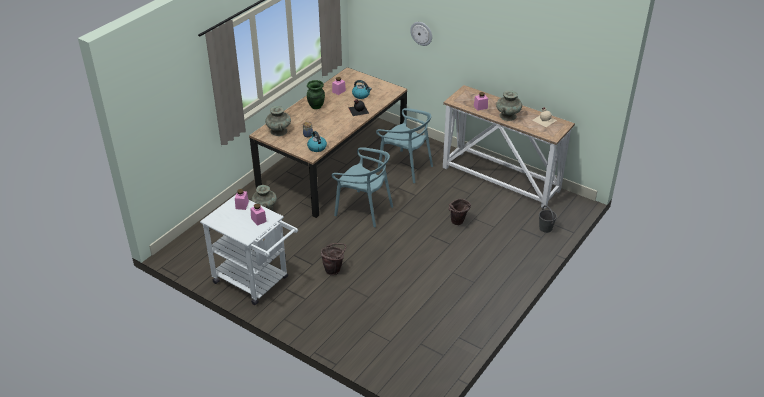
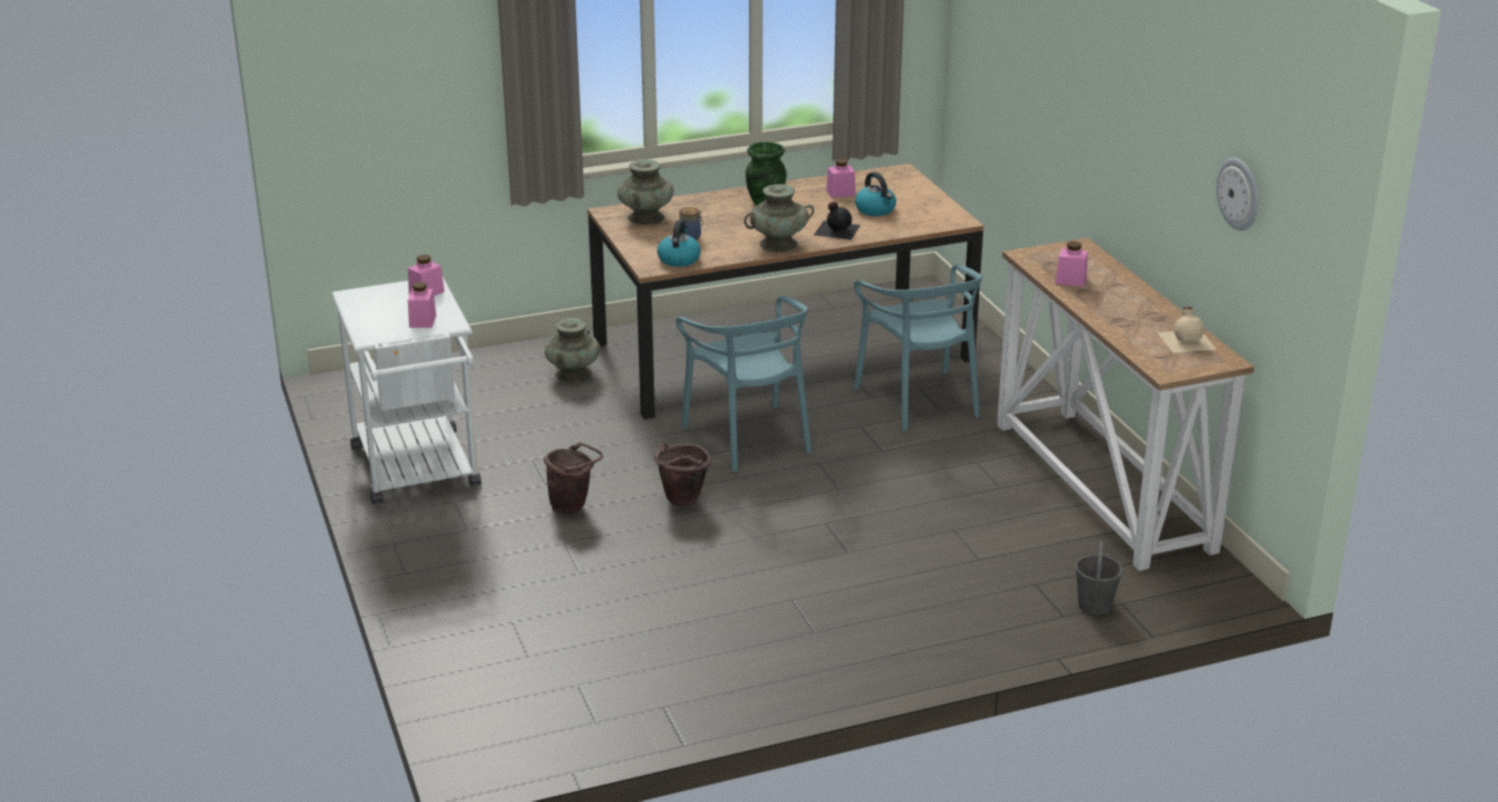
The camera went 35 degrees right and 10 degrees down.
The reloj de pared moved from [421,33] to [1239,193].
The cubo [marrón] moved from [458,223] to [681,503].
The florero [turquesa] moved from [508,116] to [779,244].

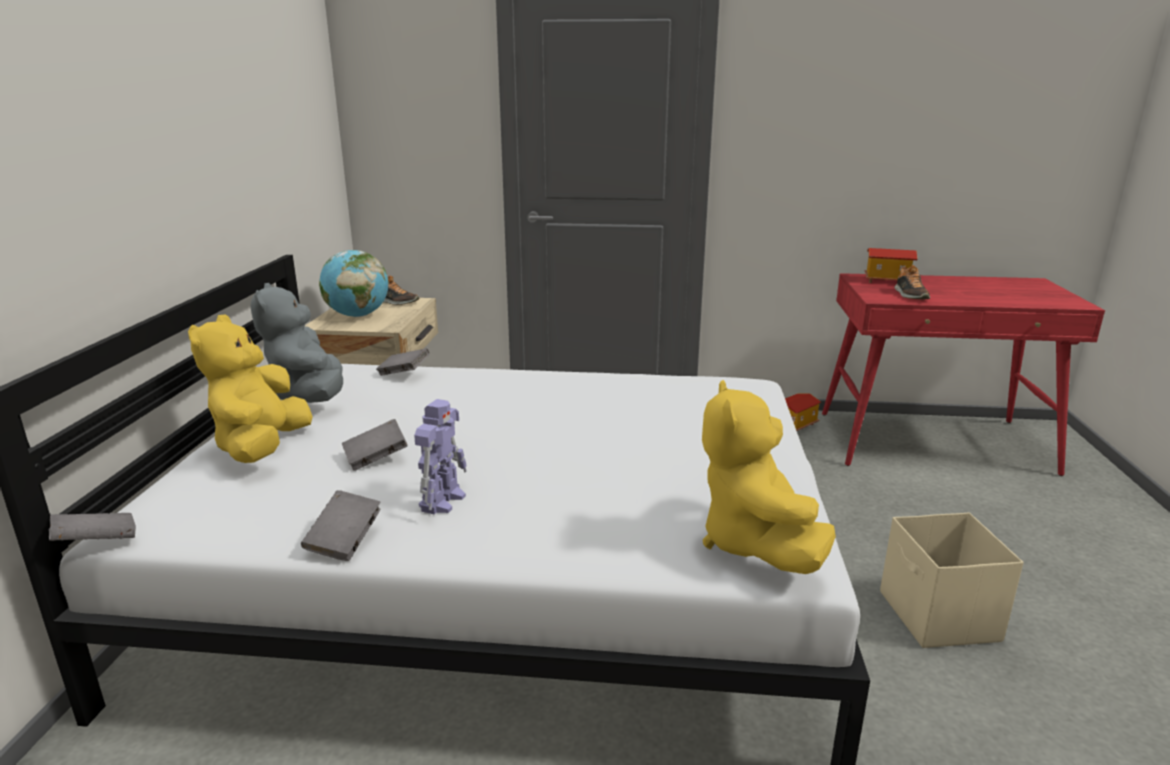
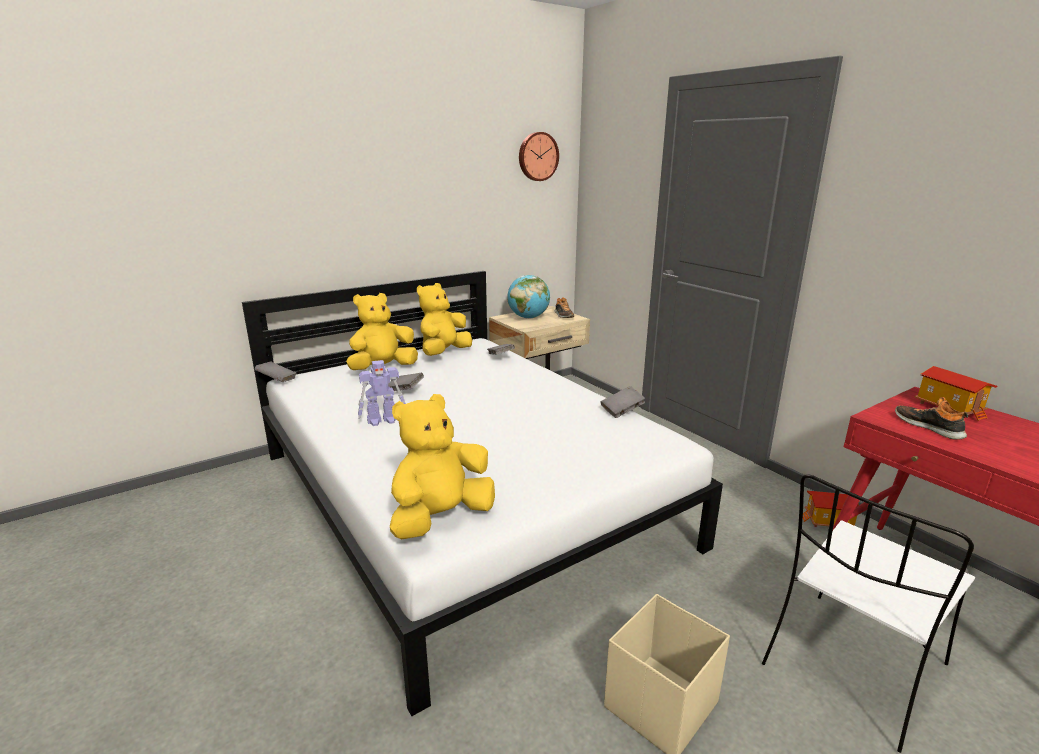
The camera went 50 degrees right and 0 degrees up.
The reloj de pared at [537,156] appeared.
The silla [blanco] at [852,667] appeared.
The libro [gris] moved from [344,541] to [622,411].
The peluche [gris] at [309,396] became the peluche [amarillo] at [444,353].
The zapato at [910,295] turned 105 degrees clockwise.

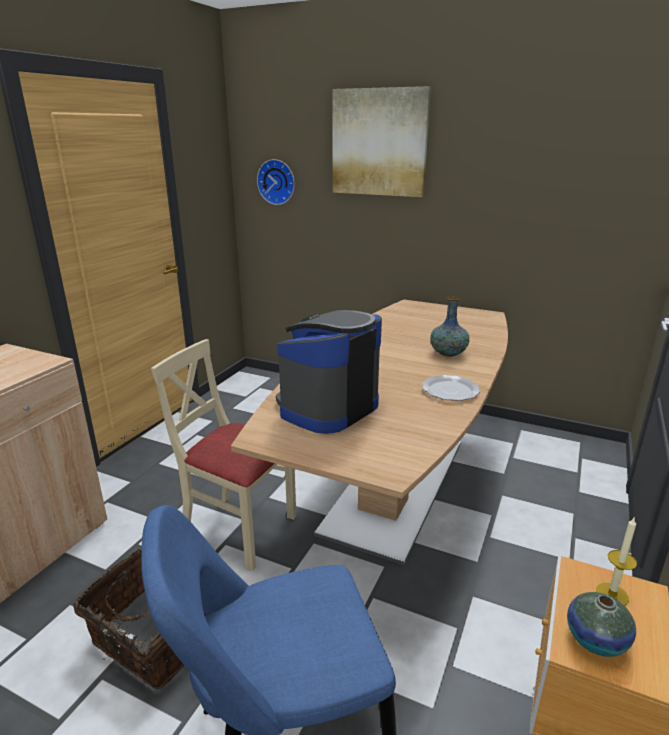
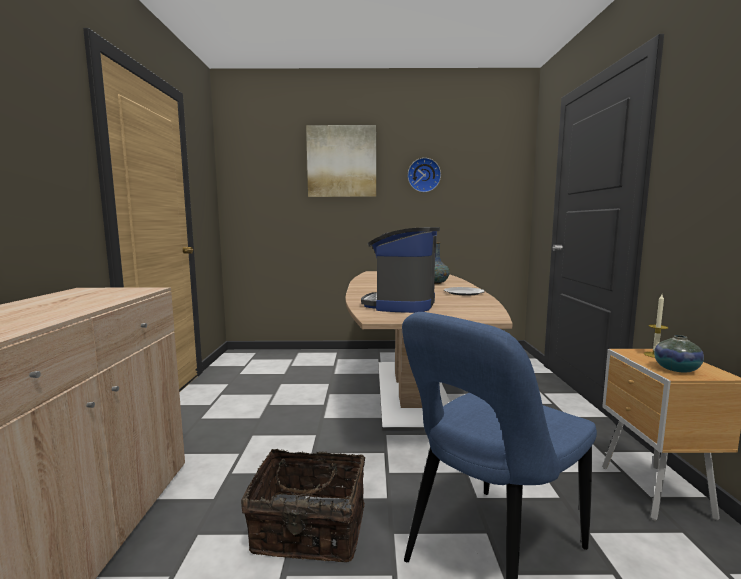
The camera went 25 degrees left and 15 degrees down.
The silla [beis] at [239,529] disappeared.
The reloj de pared moved from [277,182] to [423,175].

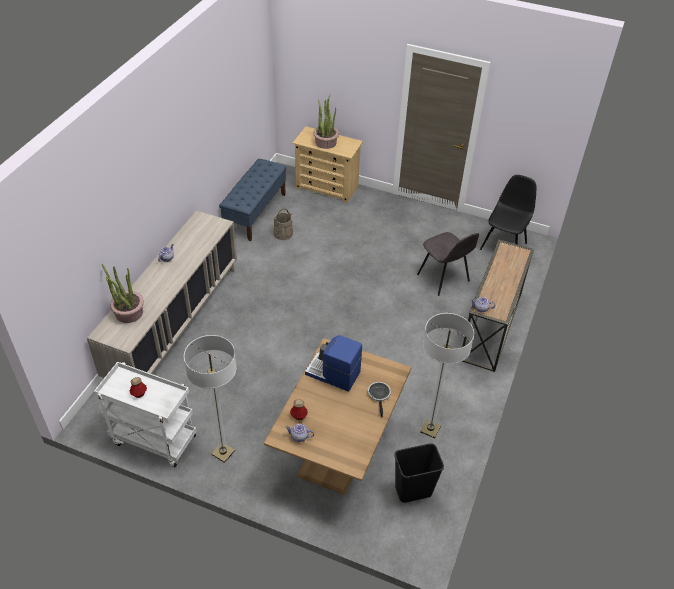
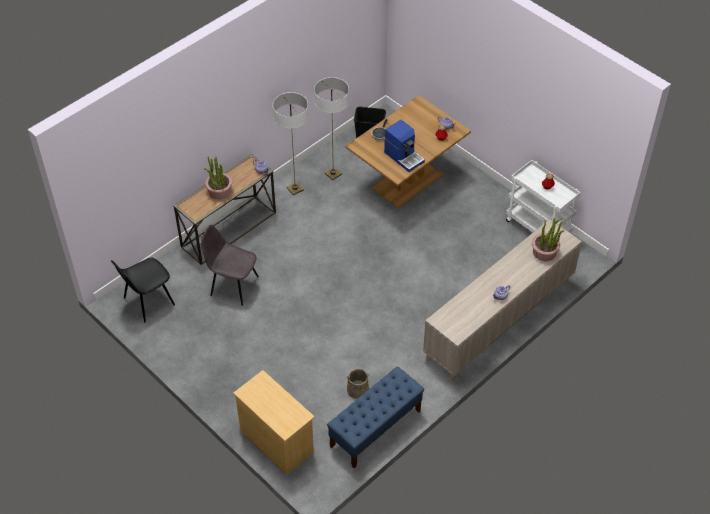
The camera went 155 degrees left and 5 degrees up.
The lámpara de pie moved from [223,452] to [295,189].
The planta en maceta moved from [325,142] to [219,191].
The silla [gris] at [444,279] turned 60 degrees counterclockwise.

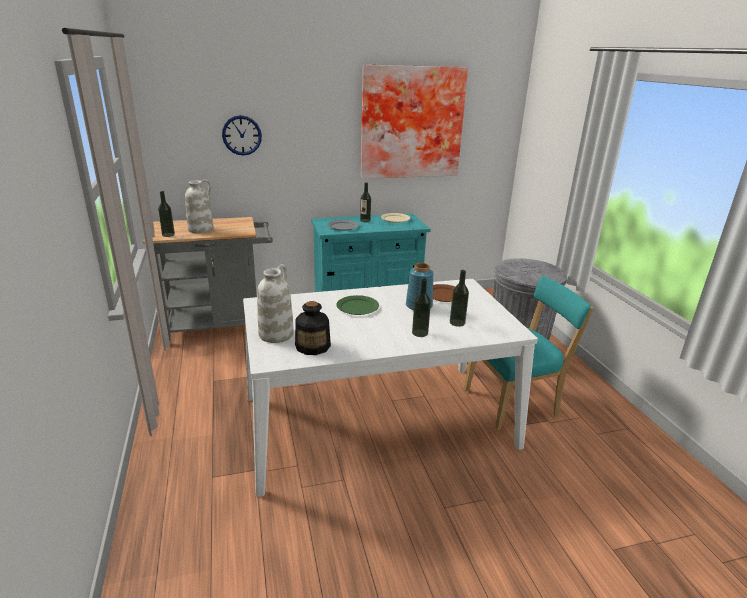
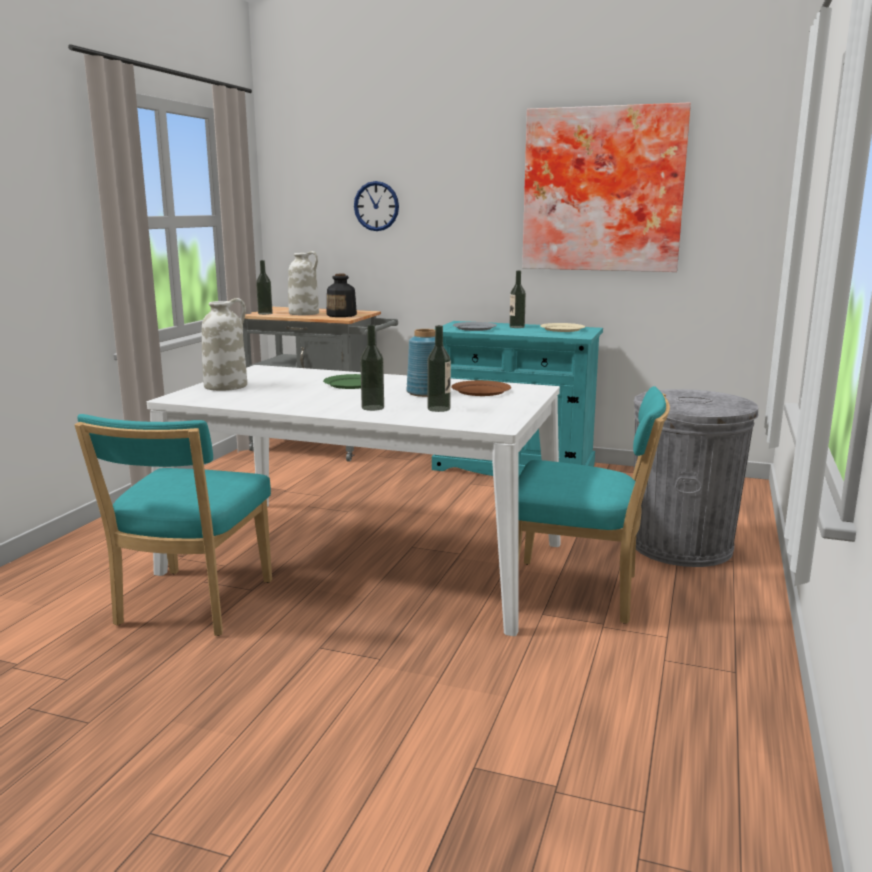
The camera went 35 degrees right and 10 degrees down.
The silla [turquesa] at [191,606] appeared.
The botella moved from [313,346] to [342,315].

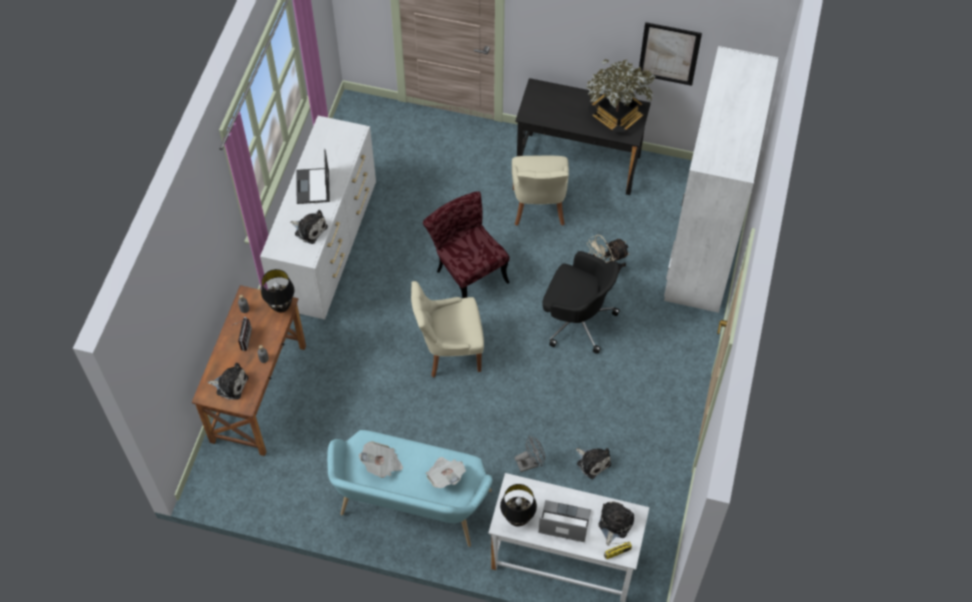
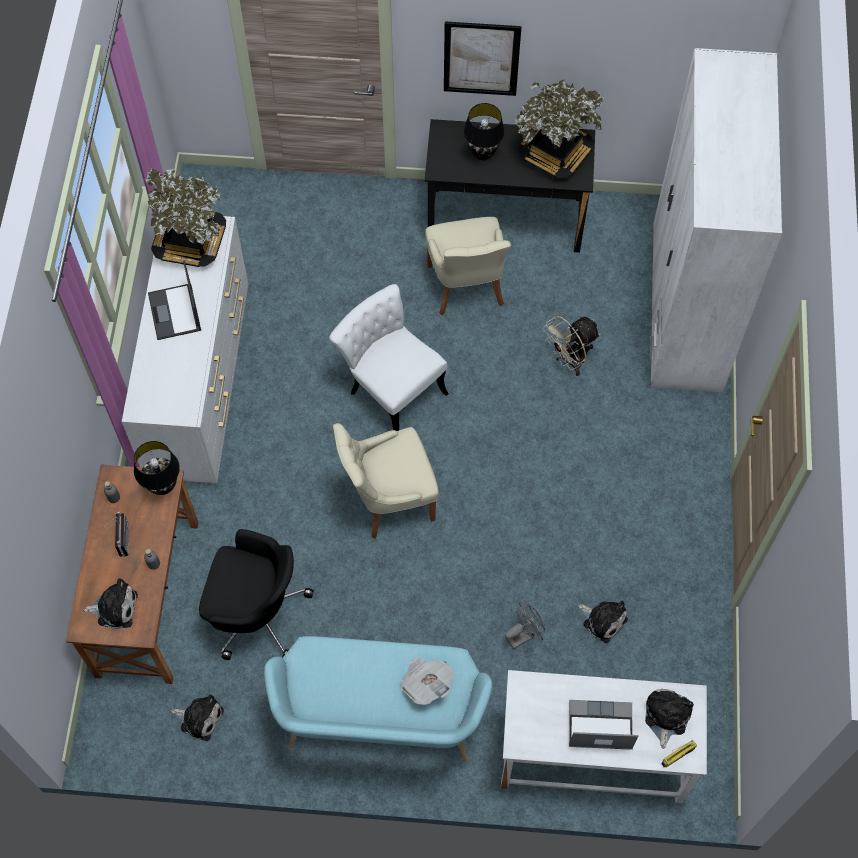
The camera went 10 degrees left and 5 degrees up.
The periódico at [382,464] disappeared.
The planta en maceta at [190,242] appeared.
The peluche moved from [309,229] to [199,718].
The lámpara de mesa [negro] moved from [518,519] to [483,154].
The silla de oficina [negro] moved from [576,319] to [256,613].
The cuadro moved from [669,53] to [481,58].
The silla [rojo] at [467,271] became the silla [blanco] at [391,387].

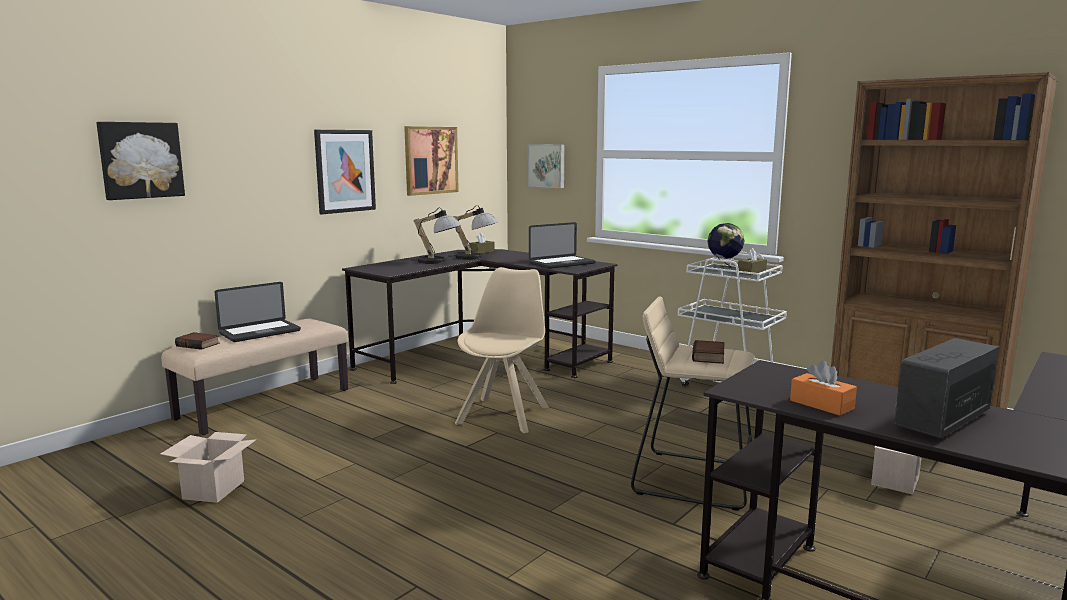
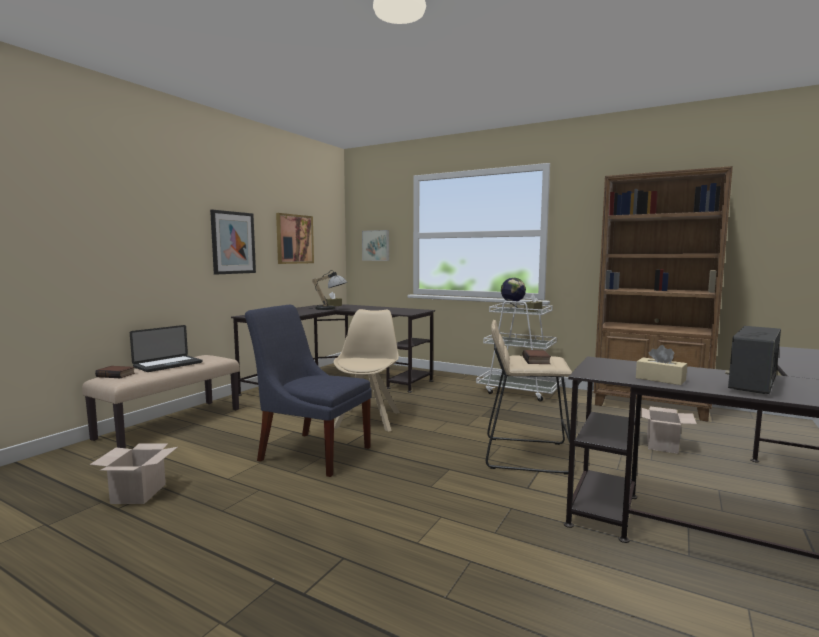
The camera went 10 degrees left and 5 degrees down.
The cuadro at [140,160] disappeared.
The lámpara de mesa at [438,262] disappeared.
The portátil at [562,263] disappeared.
The silla [azul] at [311,452] appeared.
The caja de pañuelos [naranja] at [821,404] became the caja de pañuelos [beis] at [660,379].

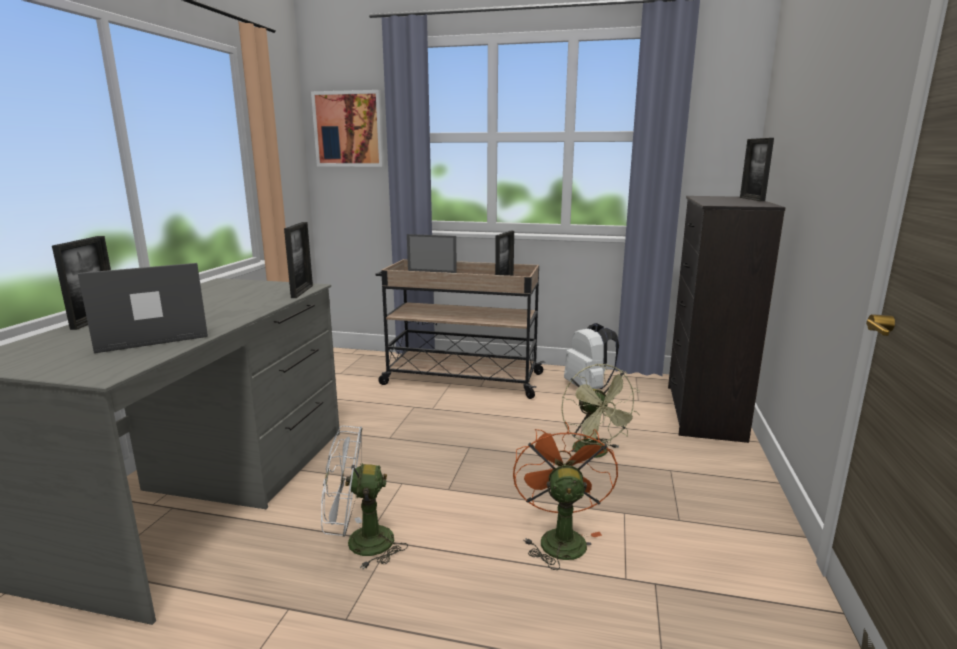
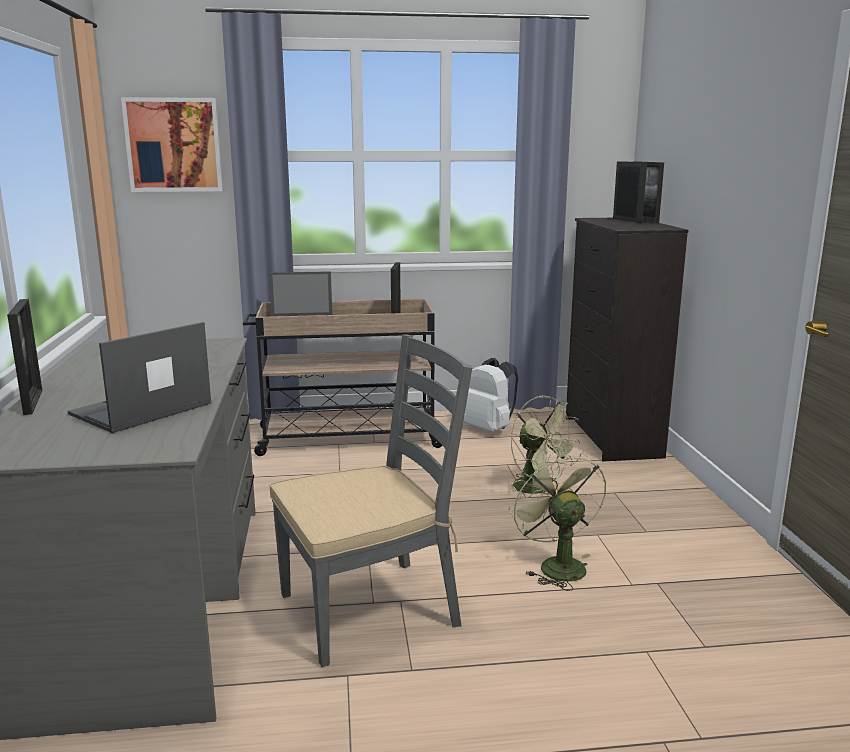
The camera went 20 degrees left and 0 degrees up.
The portarretratos moved from [302,291] to [627,220].
The ventilador [blanco] at [359,544] was replaced by the silla [gris] at [370,608].
The ventilador [naranja] at [560,537] became the ventilador [verde] at [556,565].

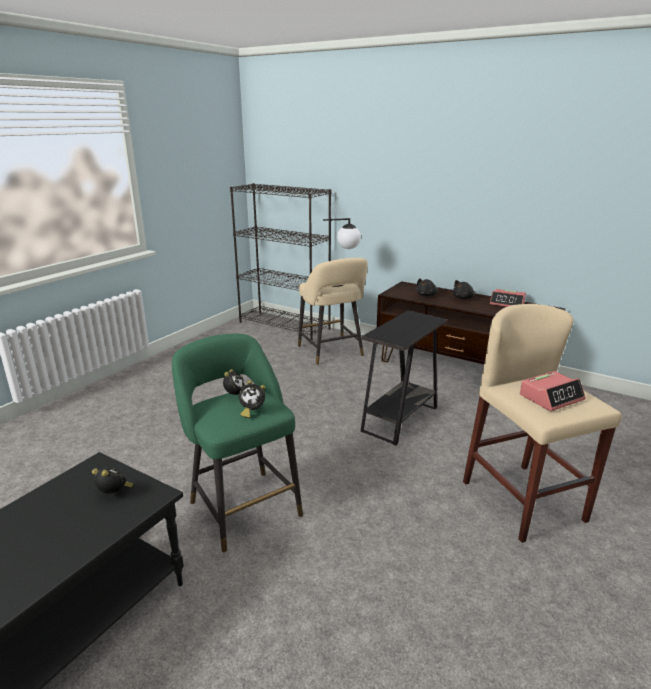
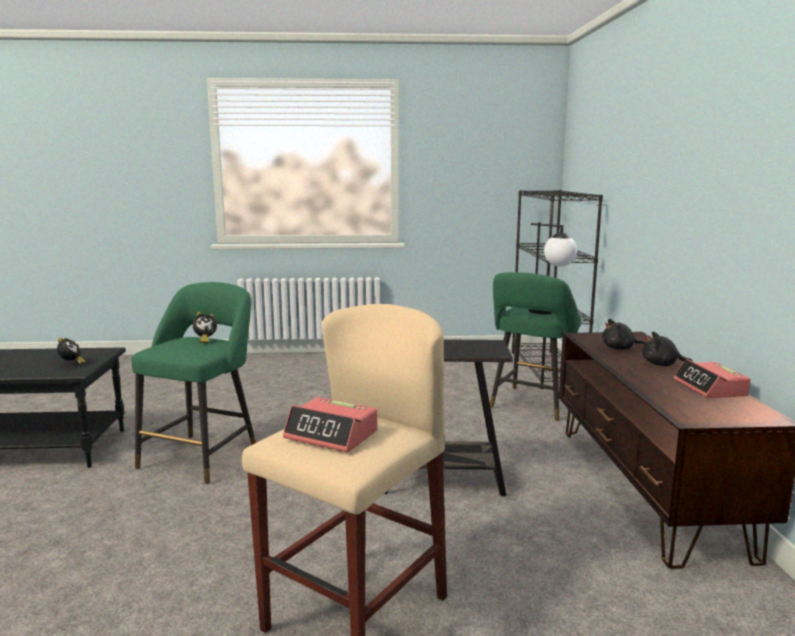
The camera went 55 degrees right and 10 degrees down.
The despertador at [252,411] disappeared.
The taburete [beis] at [332,352] became the taburete [verde] at [532,405].

